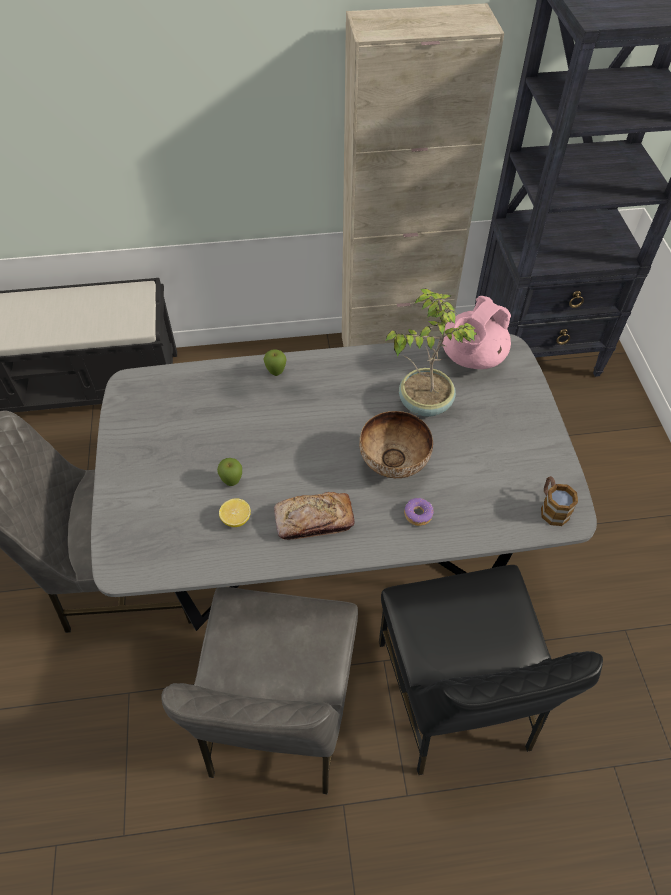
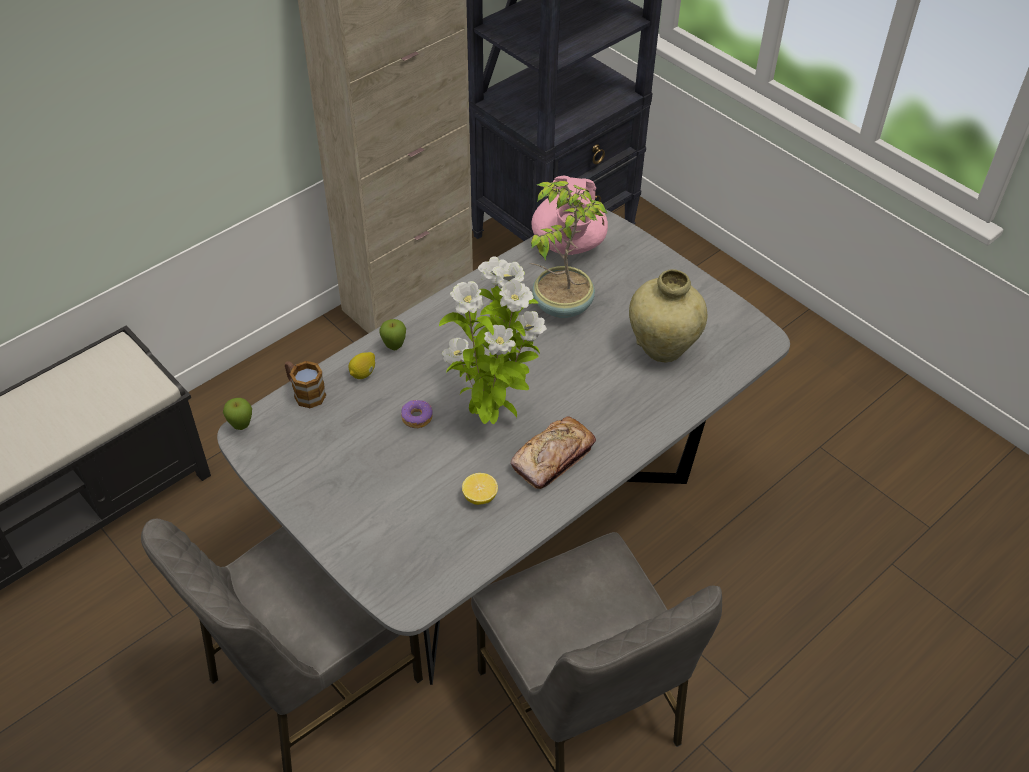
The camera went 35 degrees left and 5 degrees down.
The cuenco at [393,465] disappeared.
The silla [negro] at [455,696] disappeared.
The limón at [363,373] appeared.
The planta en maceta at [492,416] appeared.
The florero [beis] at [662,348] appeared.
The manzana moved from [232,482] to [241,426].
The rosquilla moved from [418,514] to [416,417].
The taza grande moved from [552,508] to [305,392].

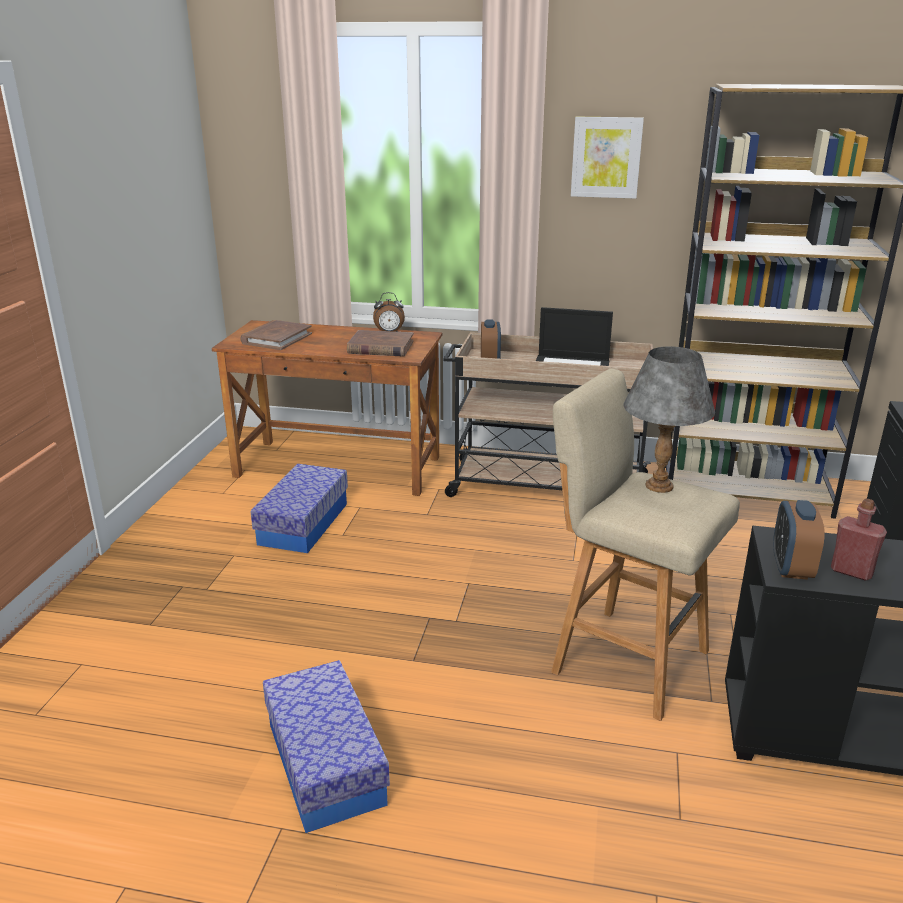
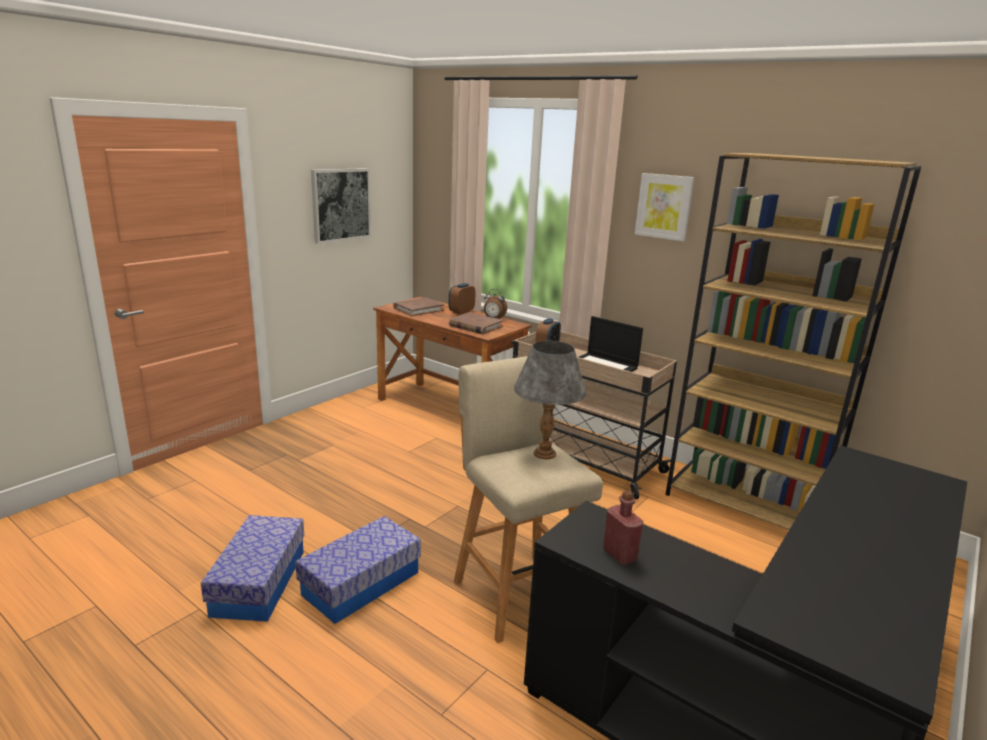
The camera went 25 degrees right and 5 degrees down.
The cuadro at [341,204] appeared.
The caja de almacenaje moved from [303,523] to [361,583].
The despertador moved from [791,568] to [461,312].

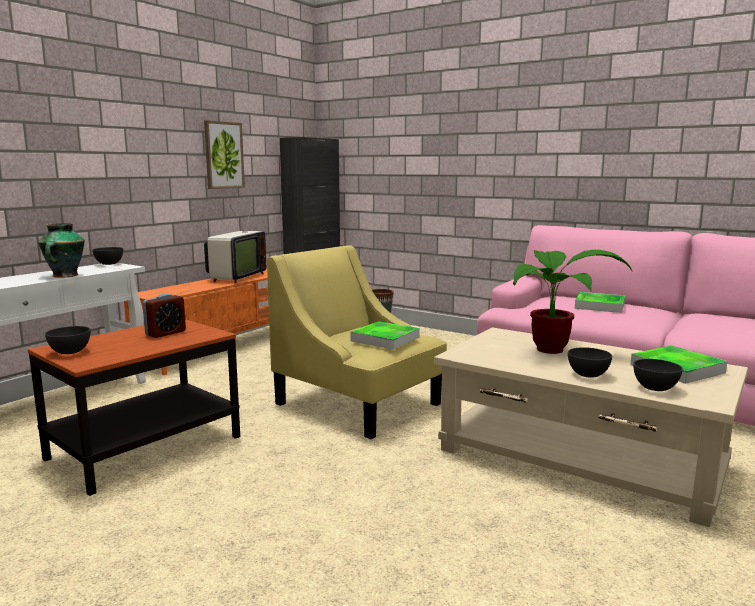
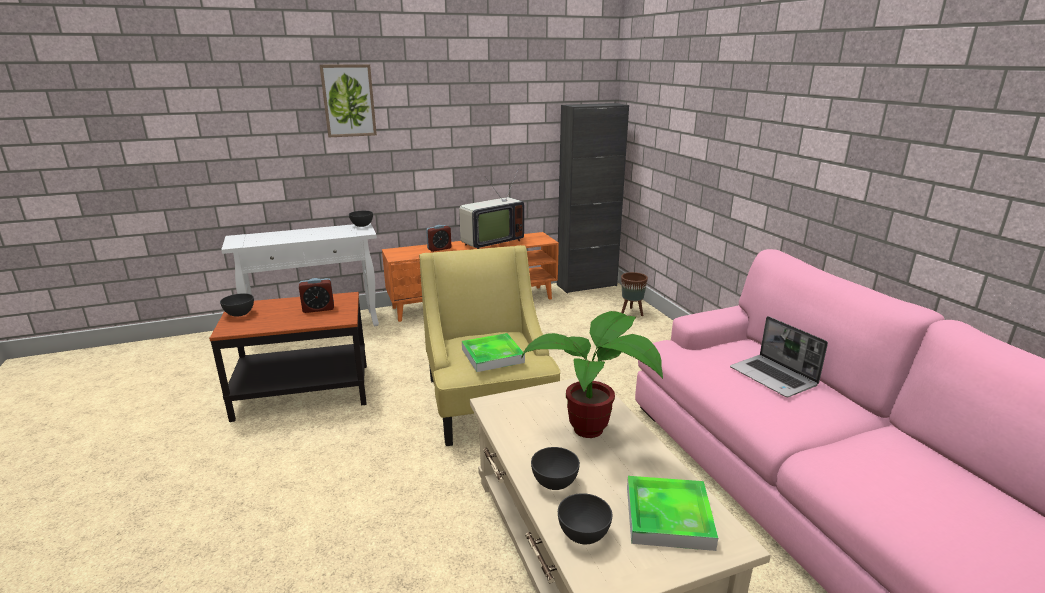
The camera went 35 degrees right and 10 degrees up.
The florero at [64,276] disappeared.
The despertador at [439,248] appeared.
The cuadro moved from [223,155] to [348,100].
The bandeja at [599,306] was replaced by the portátil at [774,377].

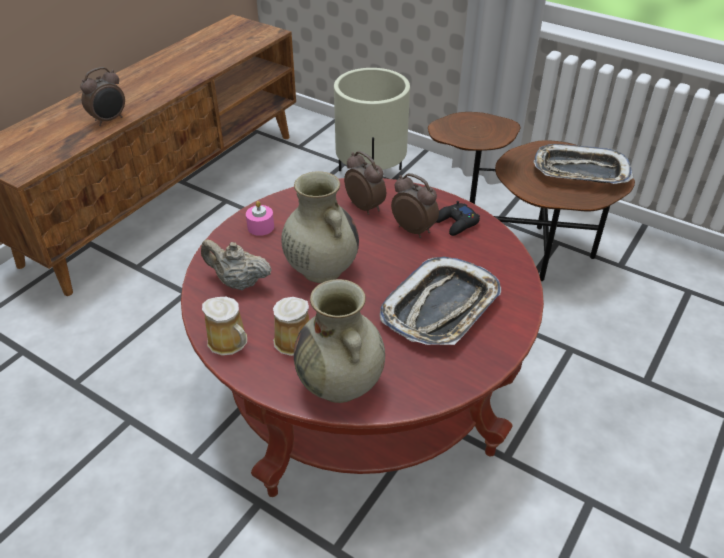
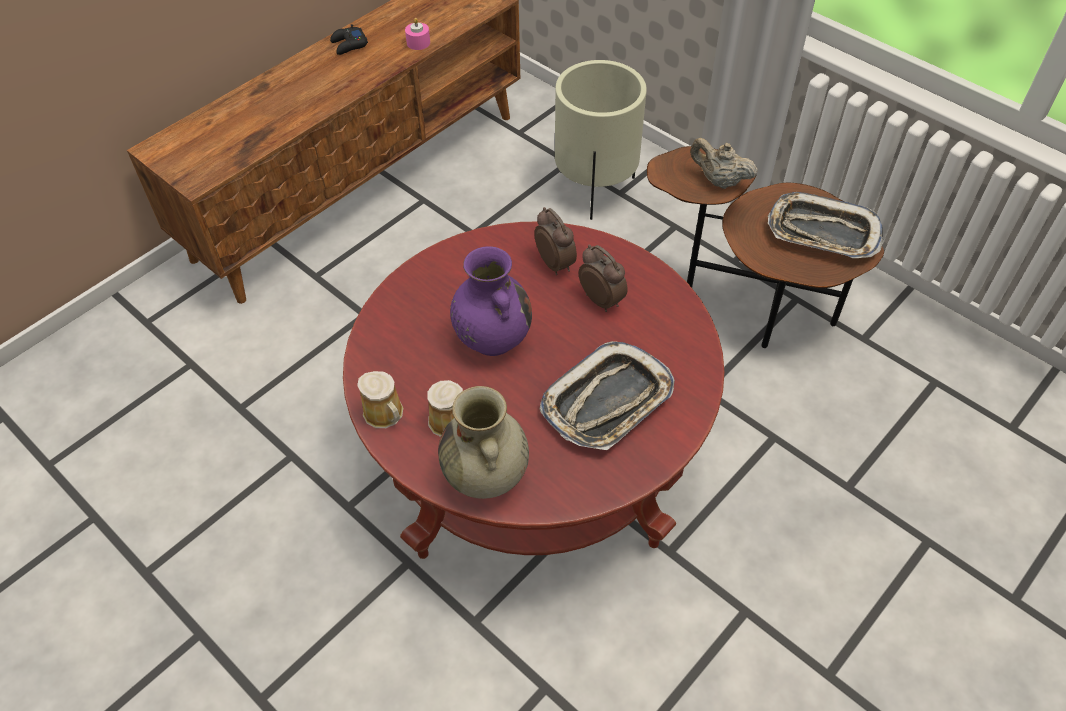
The camera went 10 degrees right and 10 degrees up.
The despertador at [109,120] disappeared.
The tetera [beis] moved from [238,282] to [719,181].
The vela [rosa] moved from [260,227] to [418,42].
The mando de consola [negro] moved from [456,223] to [349,45].
The florero [beis] at [321,269] became the florero [morado] at [492,338].

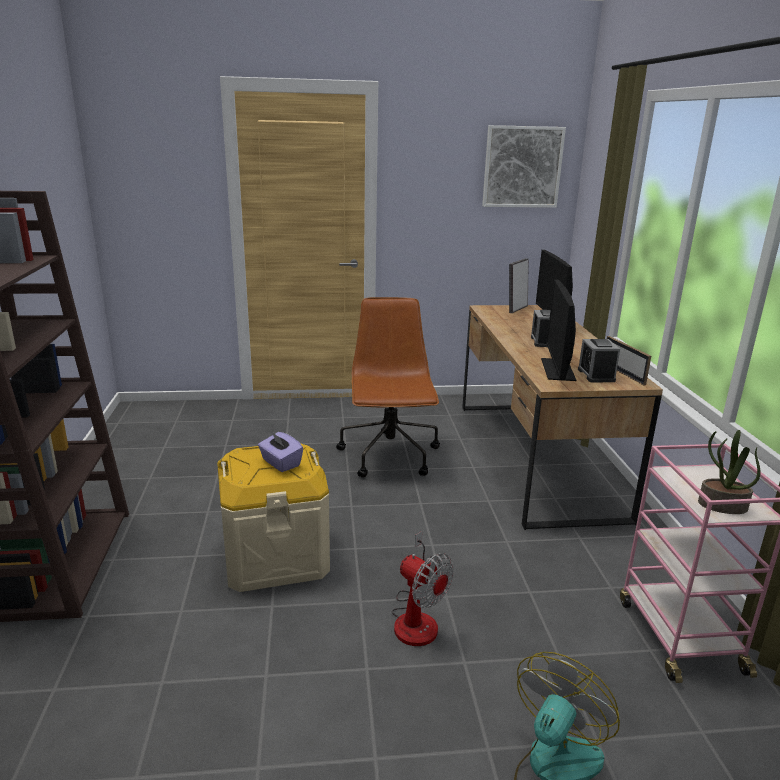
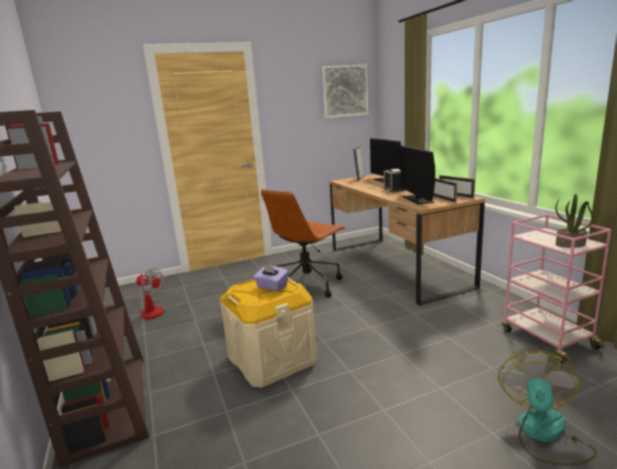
The camera went 15 degrees left and 5 degrees down.
The ventilador moved from [416,617] to [153,309].
The despertador at [596,375] was replaced by the portarretratos at [442,198].
The silla de oficina [marrón] at [390,456] turned 120 degrees counterclockwise.

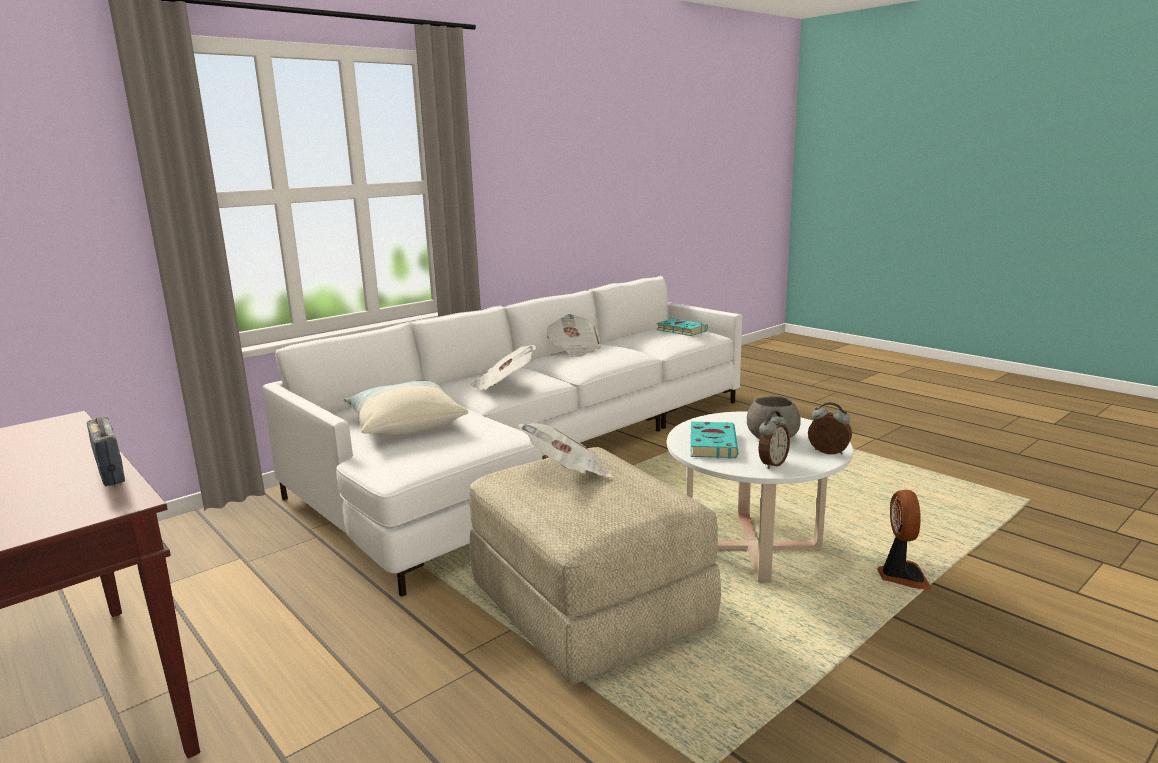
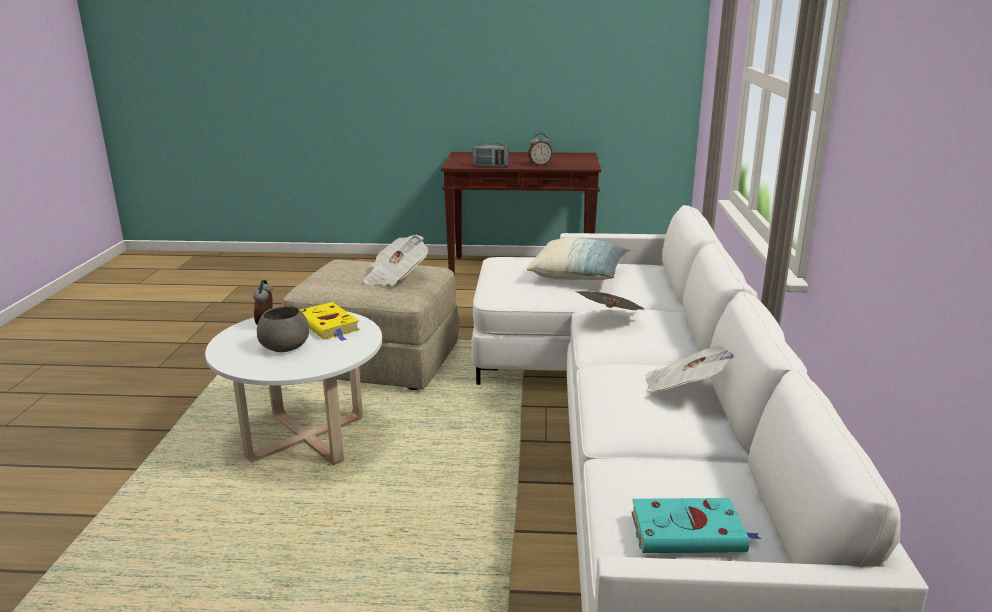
The camera went 135 degrees right and 5 degrees up.
The ventilador at [901,576] disappeared.
The despertador moved from [827,453] to [539,165].
The libro [turquesa] at [712,444] became the libro [amarillo] at [329,326].

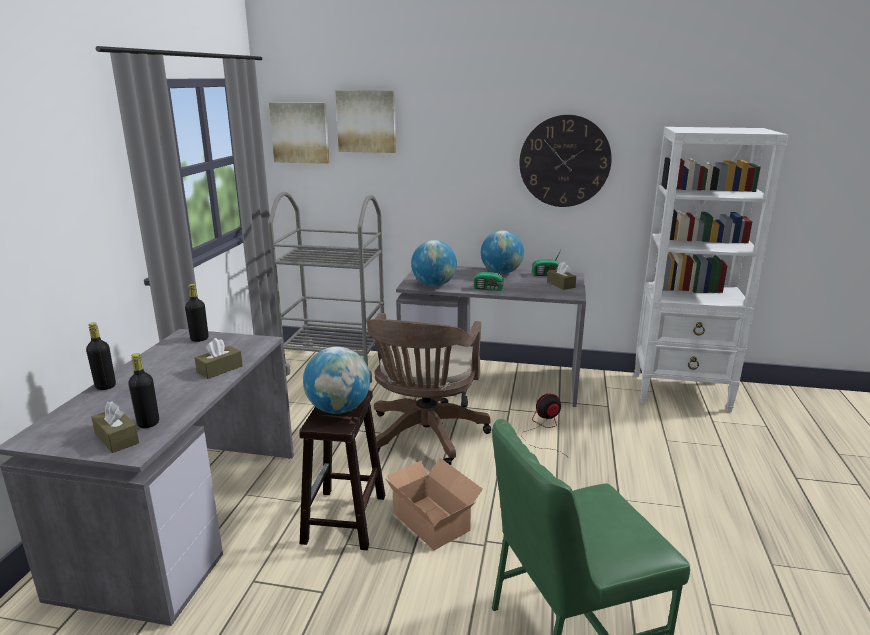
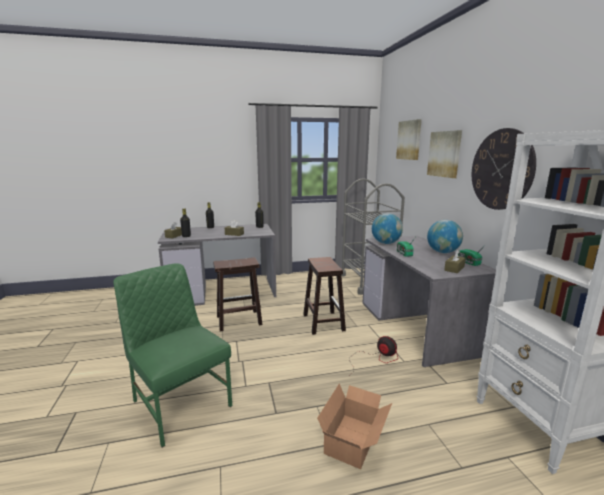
The camera went 65 degrees right and 5 degrees down.
The globo terráqueo at [338,409] disappeared.
The cuadro moved from [300,132] to [445,154].
The caja de cartón moved from [432,520] to [354,439].
The silla de oficina [marrón] at [425,437] was replaced by the taburete [marrón] at [323,322].

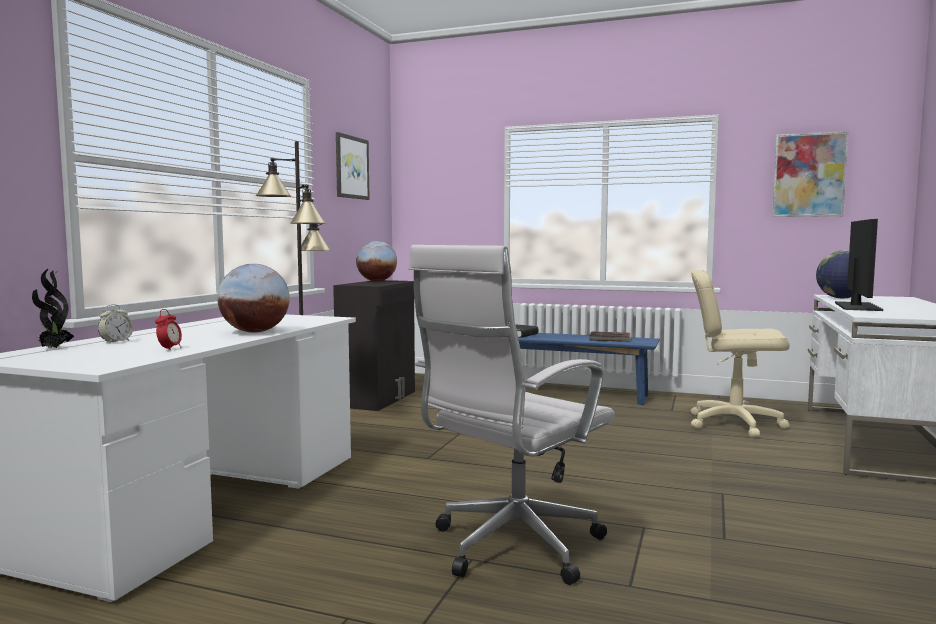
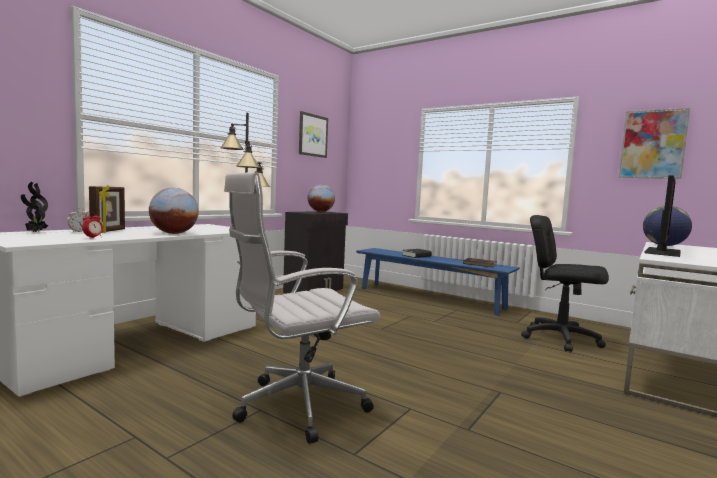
The camera went 15 degrees right and 0 degrees up.
The portarretratos at [109,231] appeared.
The silla de oficina [beis] at [734,423] became the silla de oficina [negro] at [560,338].

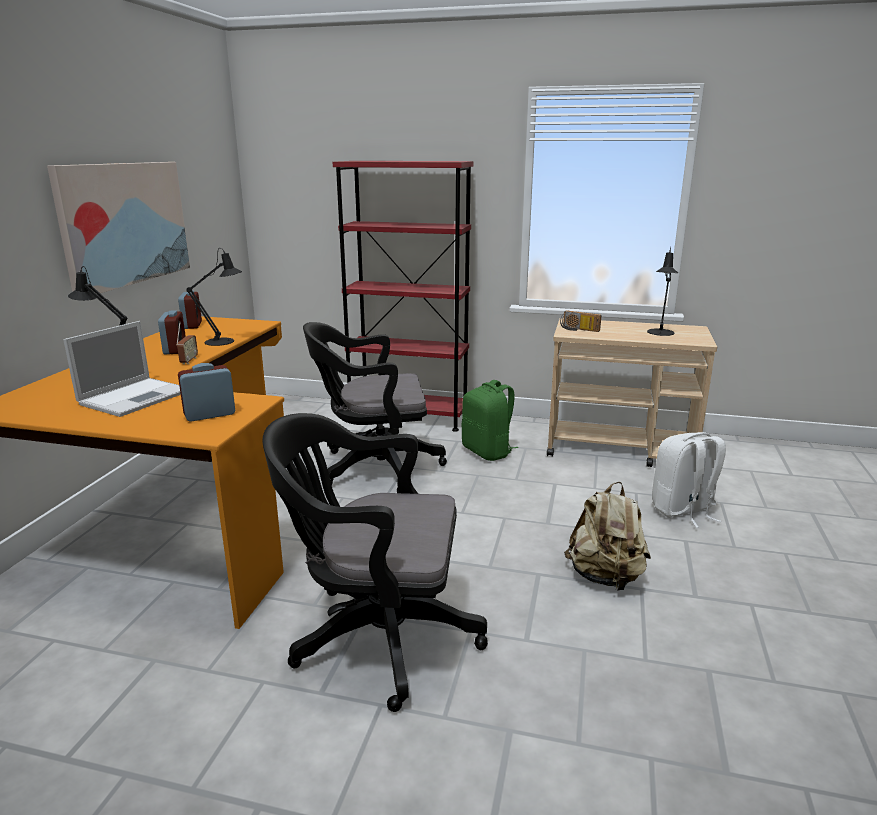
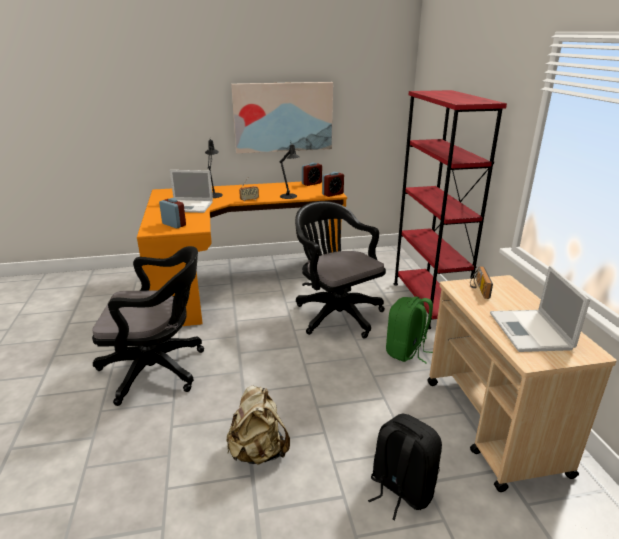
The camera went 65 degrees right and 5 degrees up.
The despertador moved from [175,349] to [332,194].
The lámpara de mesa [negro] at [660,333] was replaced by the portátil at [531,332].
The mochila [blanco] at [683,511] became the mochila [negro] at [400,489].
The silla de oficina [negro] at [376,636] turned 105 degrees clockwise.

